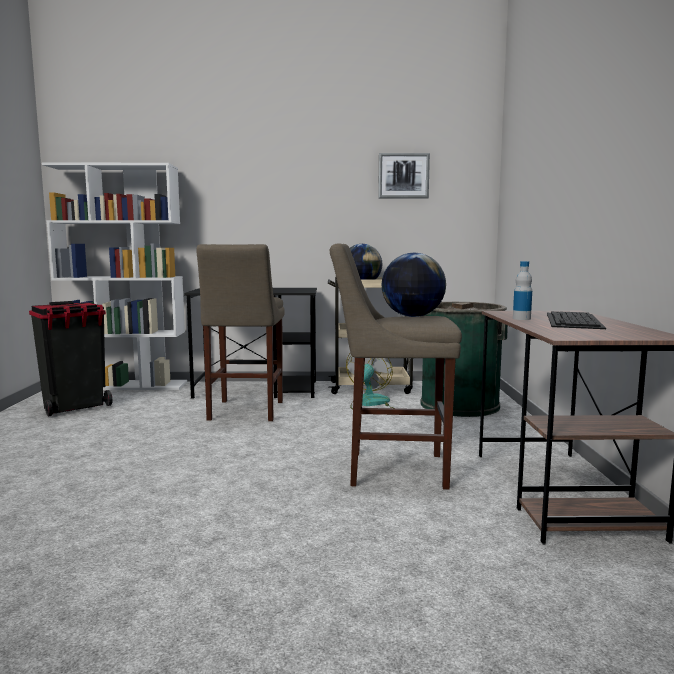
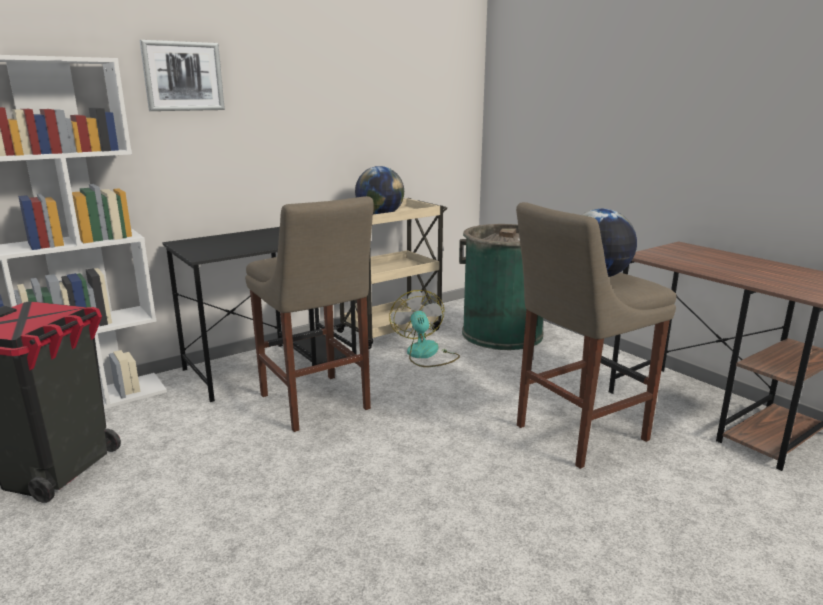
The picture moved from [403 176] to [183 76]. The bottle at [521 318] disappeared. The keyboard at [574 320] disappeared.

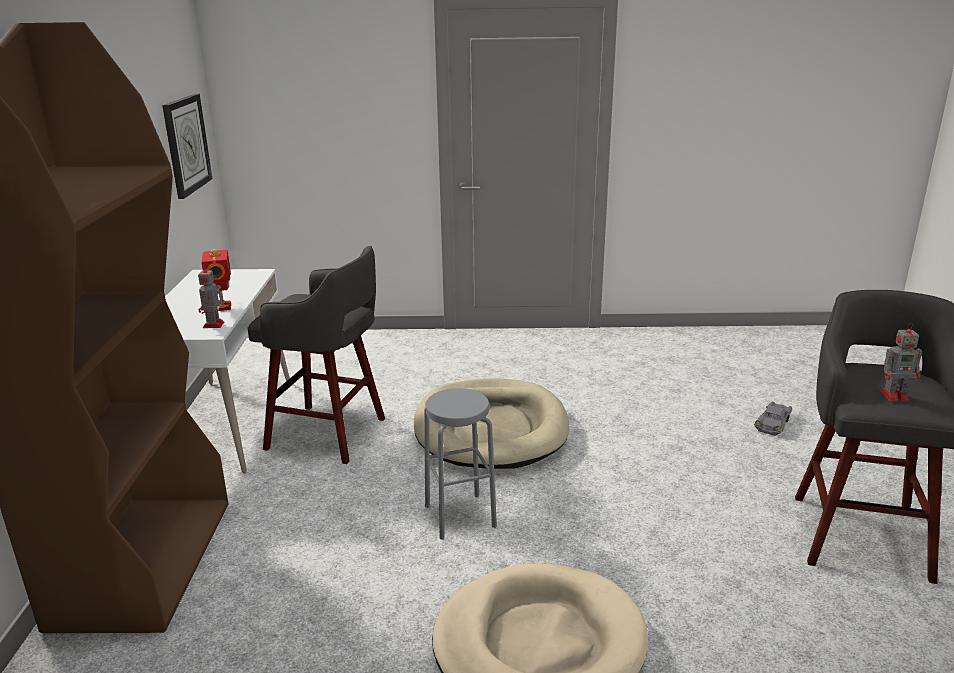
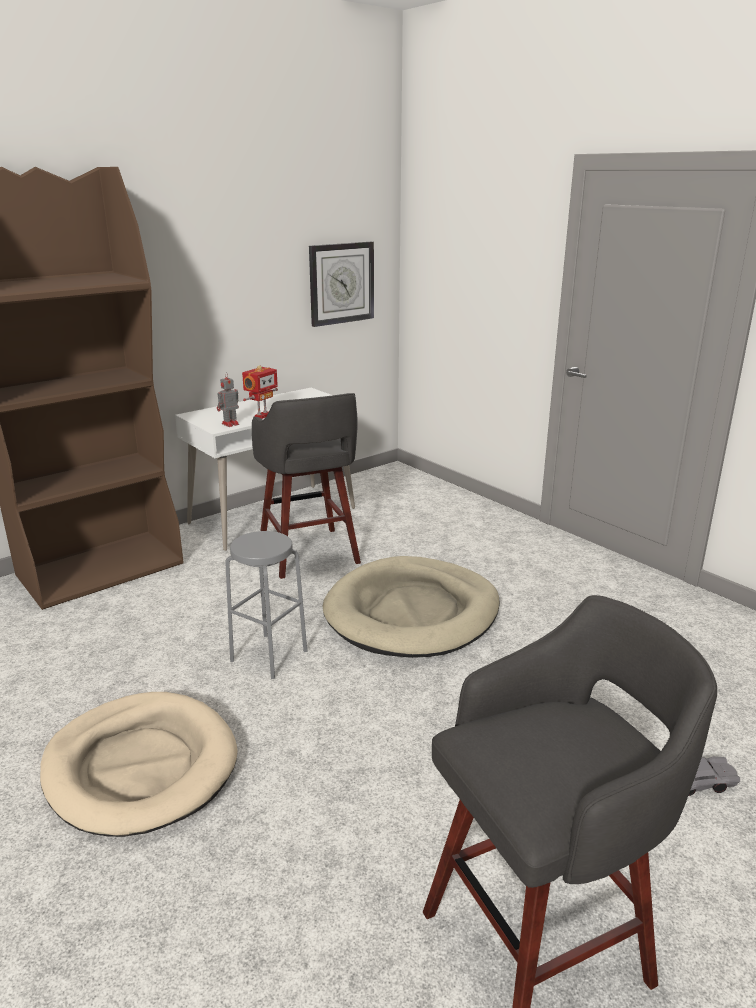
The toy robot at [895 396] disappeared.

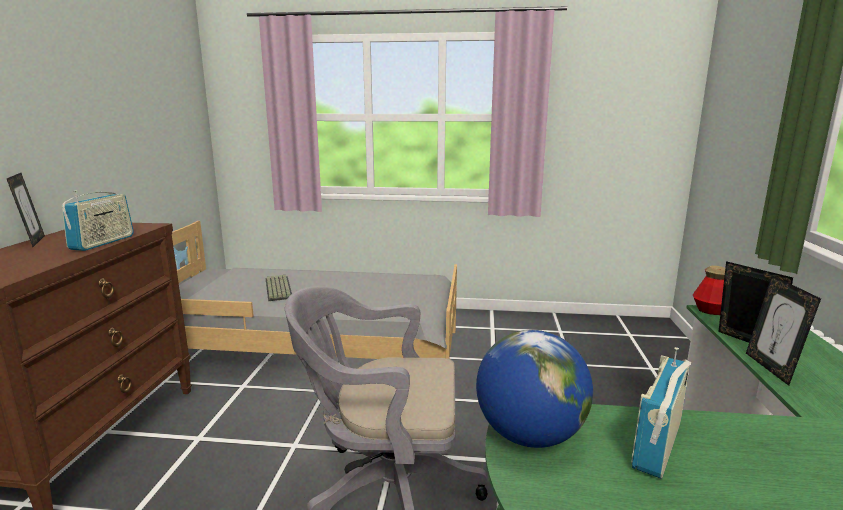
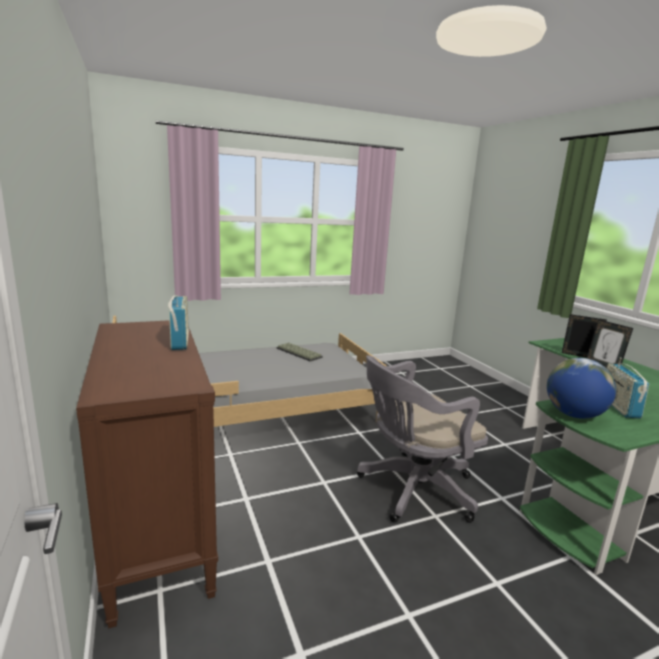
The picture frame at [34 241] disappeared. The keyboard moved from [277 288] to [298 353]. The bottle at [710 311] disappeared.

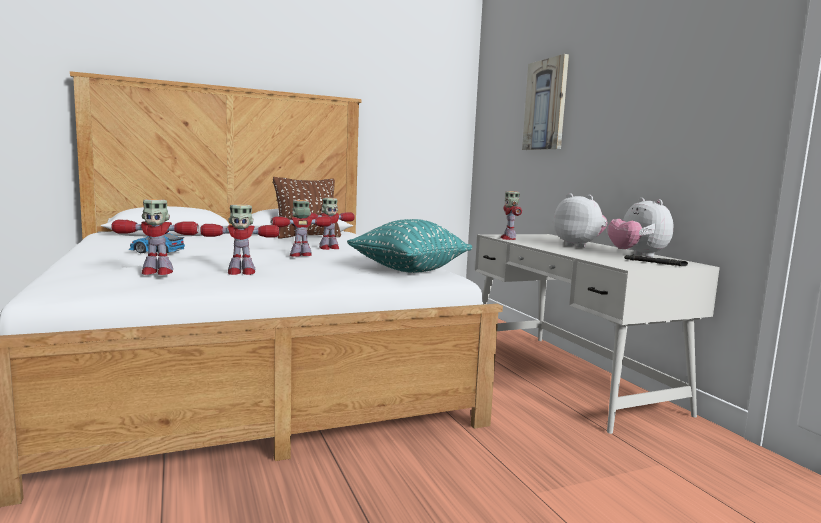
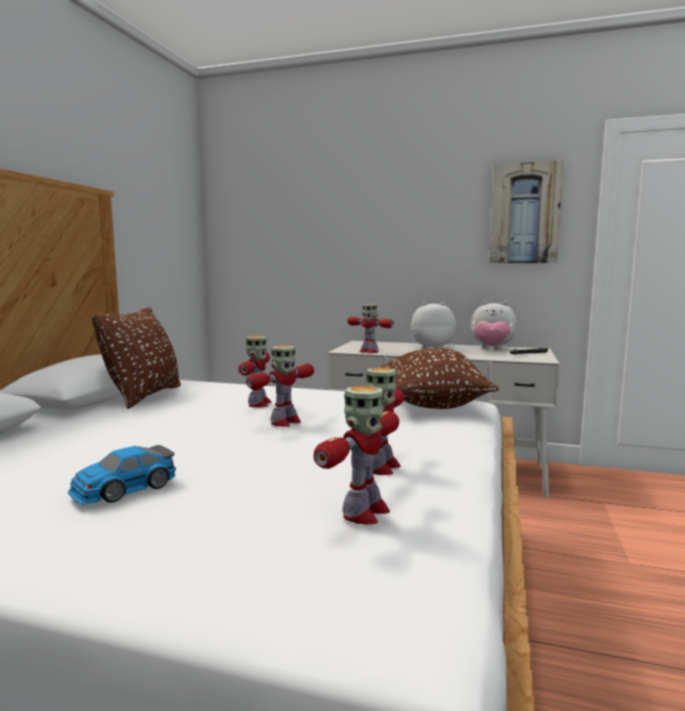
The toy robot at [301 255] turned 150 degrees counterclockwise. The pillow (turquoise) at [408 270] became the pillow (brown) at [431 406]. The picture moved from [546 105] to [524 214].

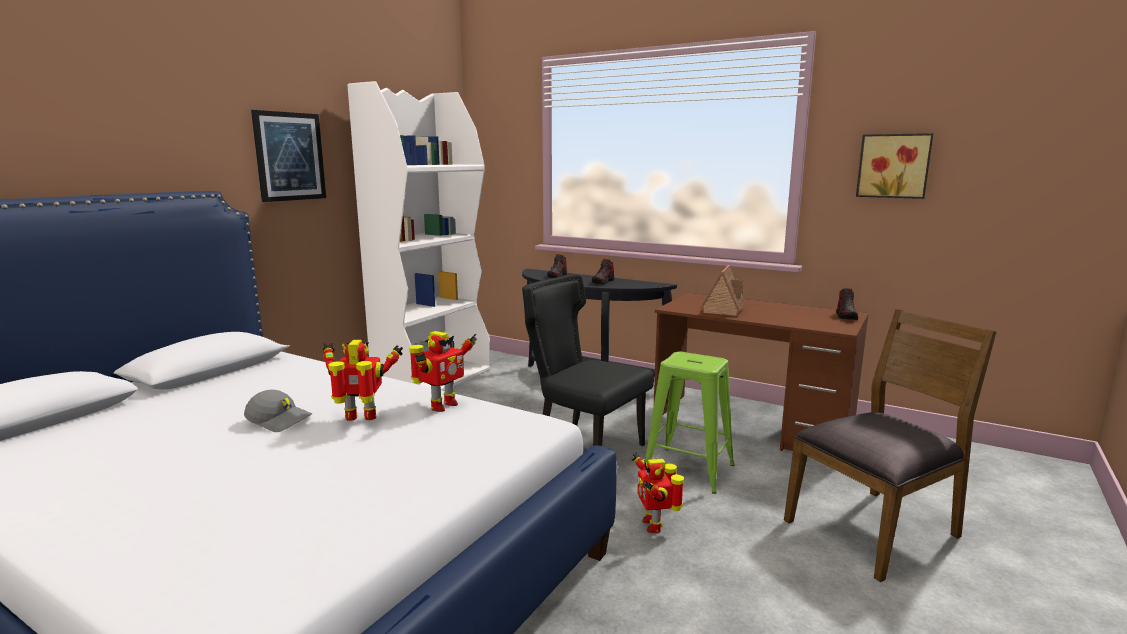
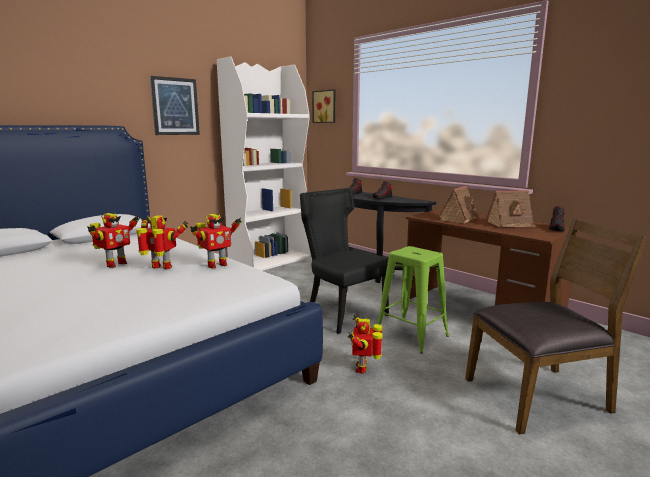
The cap (grey) at [280 420] was replaced by the toy robot at [115 264]. The picture moved from [893 166] to [325 106]. The toy house at [511 224] appeared.

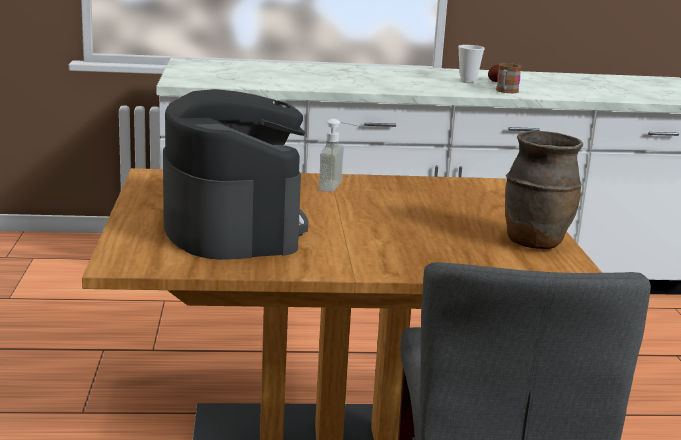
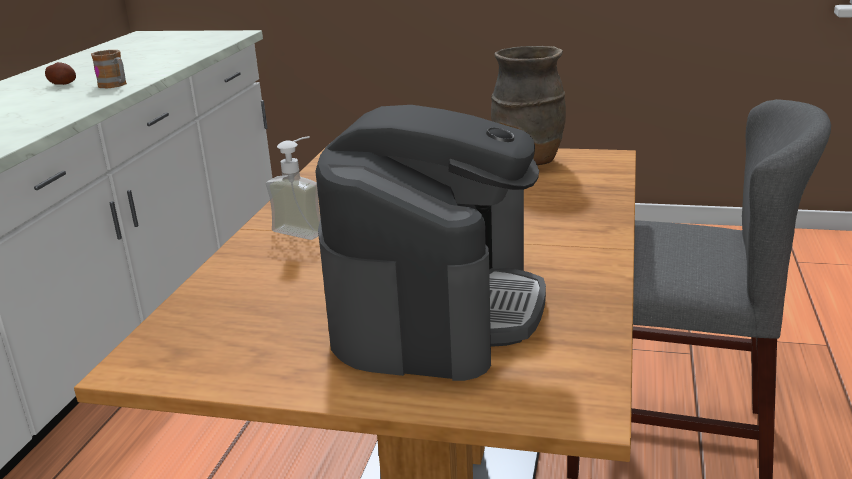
The coffee machine at [232 227] turned 105 degrees clockwise. The cup at [468 81] disappeared.

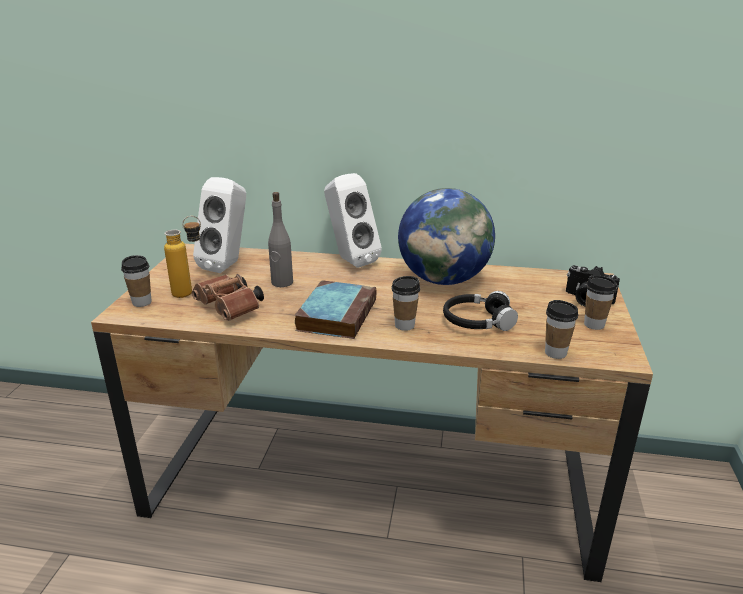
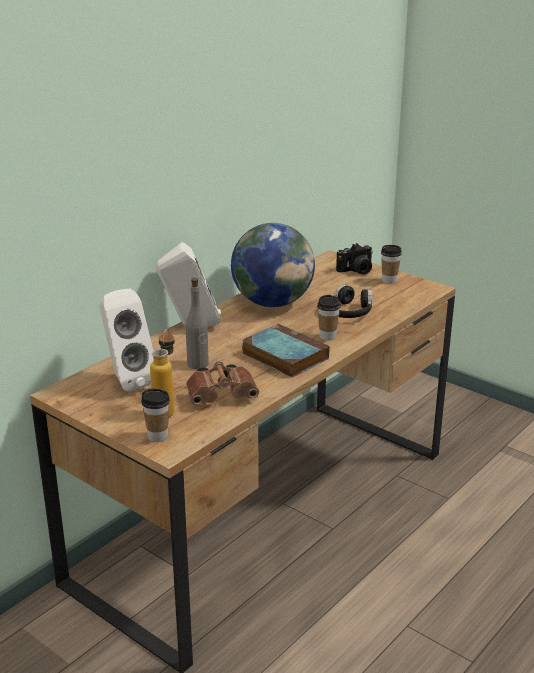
The cup at [555 353] disappeared.

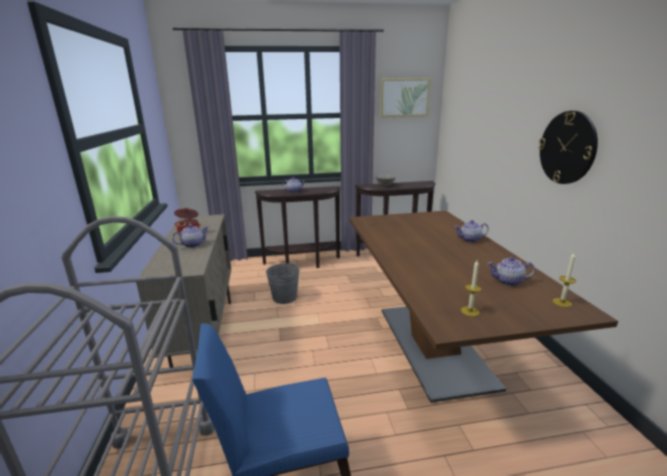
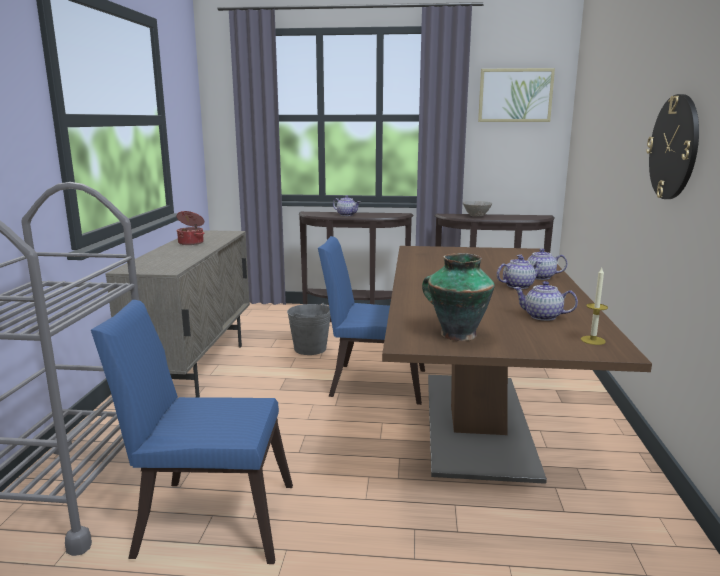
The teapot moved from [193 244] to [518 286]. The candle at [470 311] was replaced by the vase at [456 334]. The chair (blue) at [371 382] appeared.

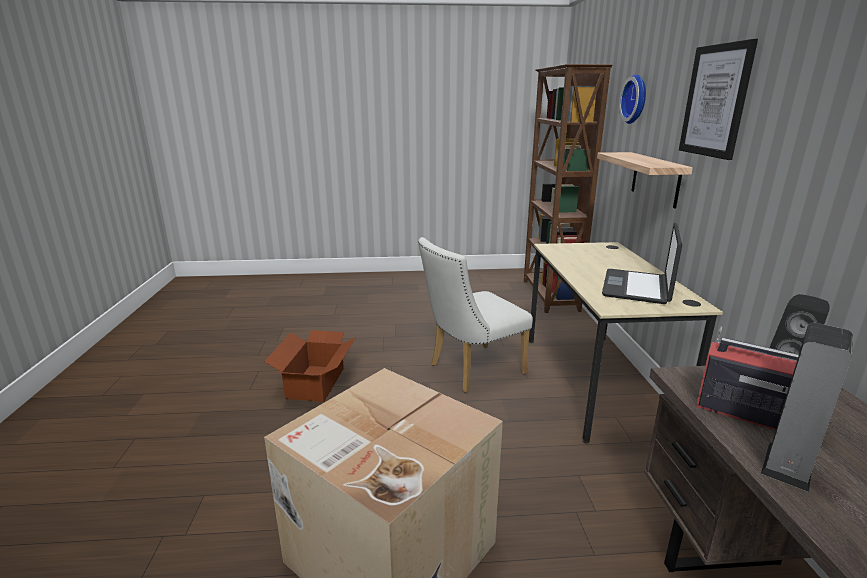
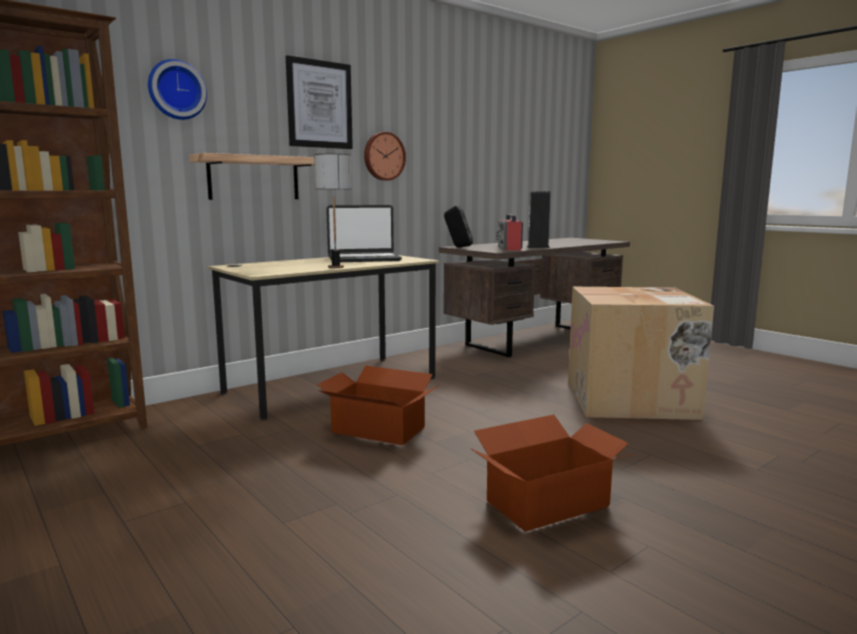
The chair (white) at [470 370] was replaced by the cardboard box at [378 430]. The table lamp at [335 267] appeared. The wall clock at [383 156] appeared.

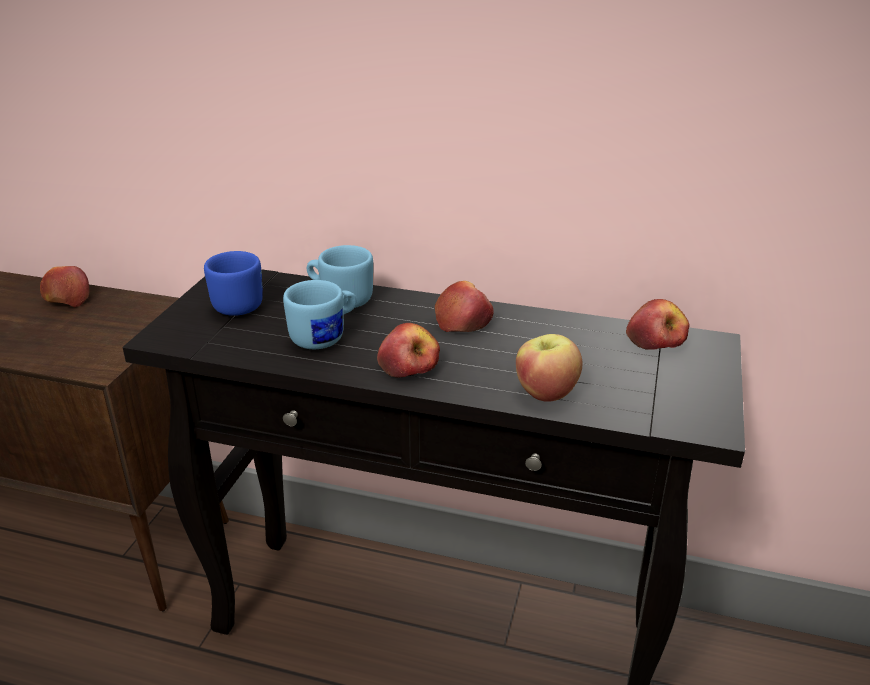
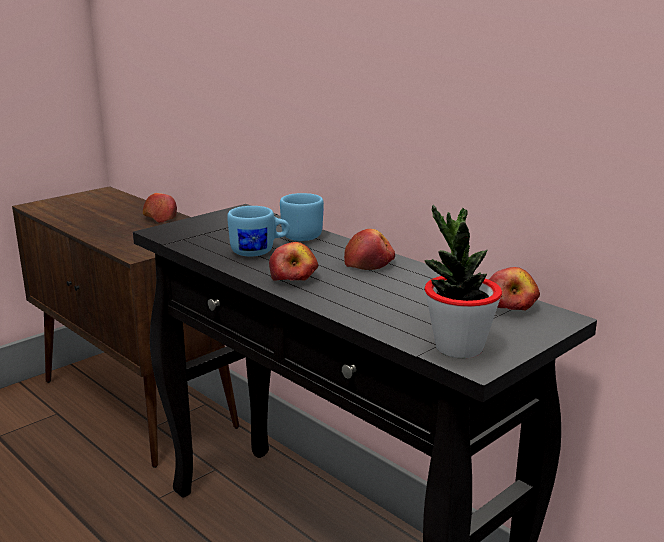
The mug (blue) at [234 303] disappeared. The apple at [545 392] disappeared. The potted plant at [458 348] appeared.

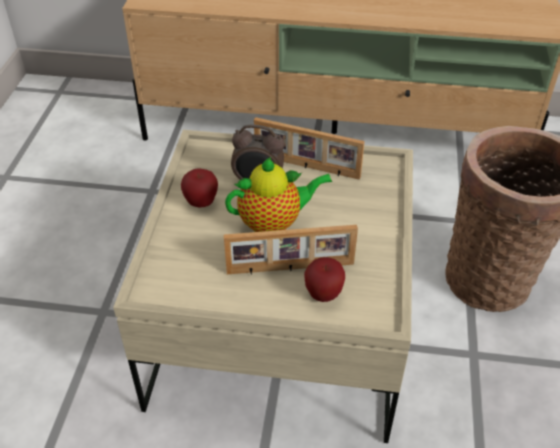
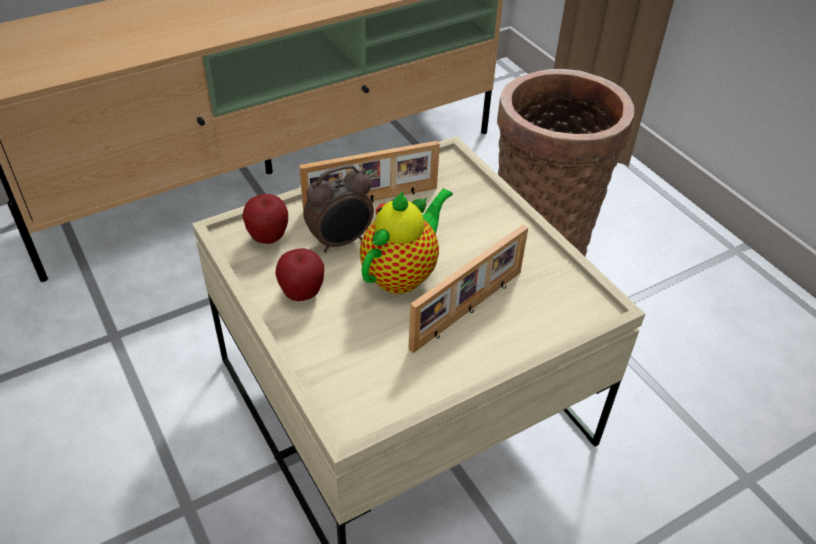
The apple moved from [323 295] to [268 238].

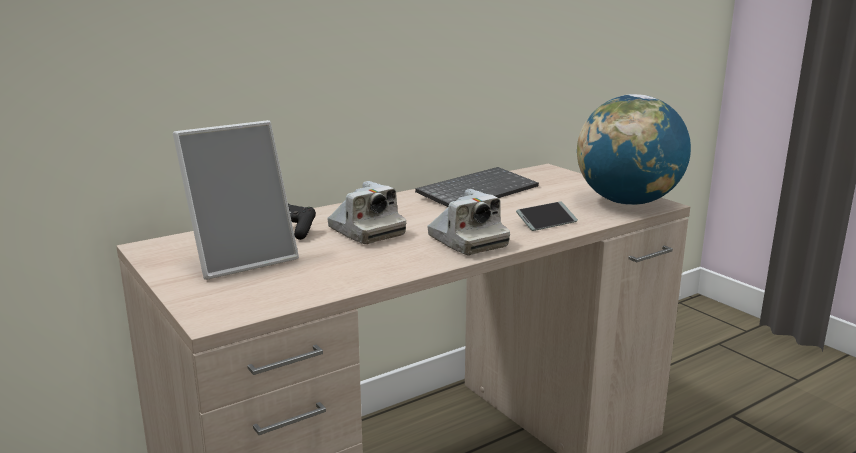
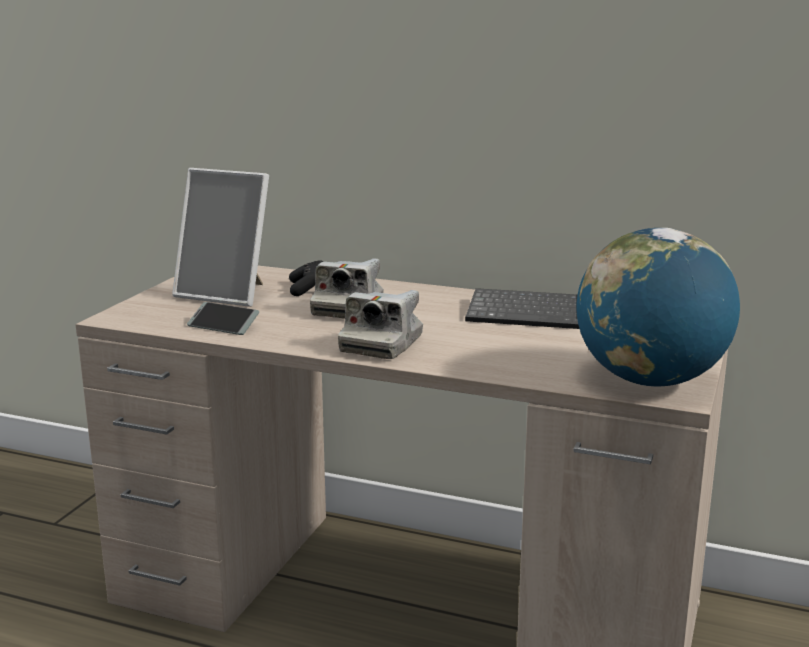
The phone moved from [546 222] to [223 326].

